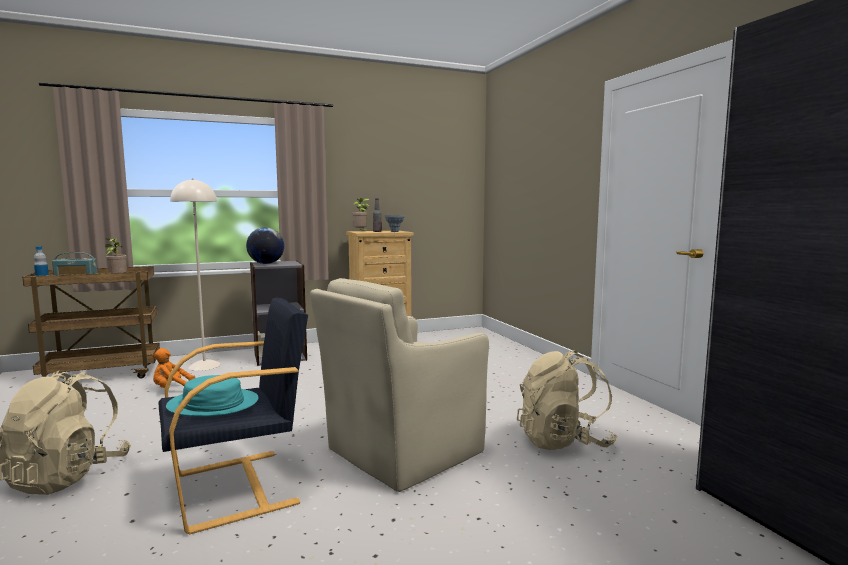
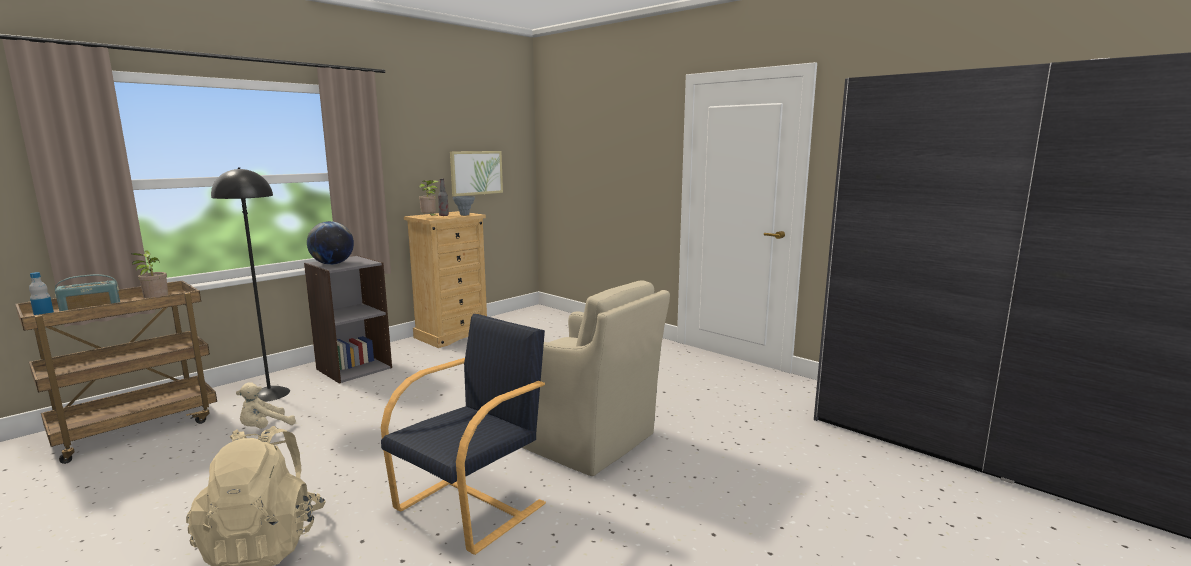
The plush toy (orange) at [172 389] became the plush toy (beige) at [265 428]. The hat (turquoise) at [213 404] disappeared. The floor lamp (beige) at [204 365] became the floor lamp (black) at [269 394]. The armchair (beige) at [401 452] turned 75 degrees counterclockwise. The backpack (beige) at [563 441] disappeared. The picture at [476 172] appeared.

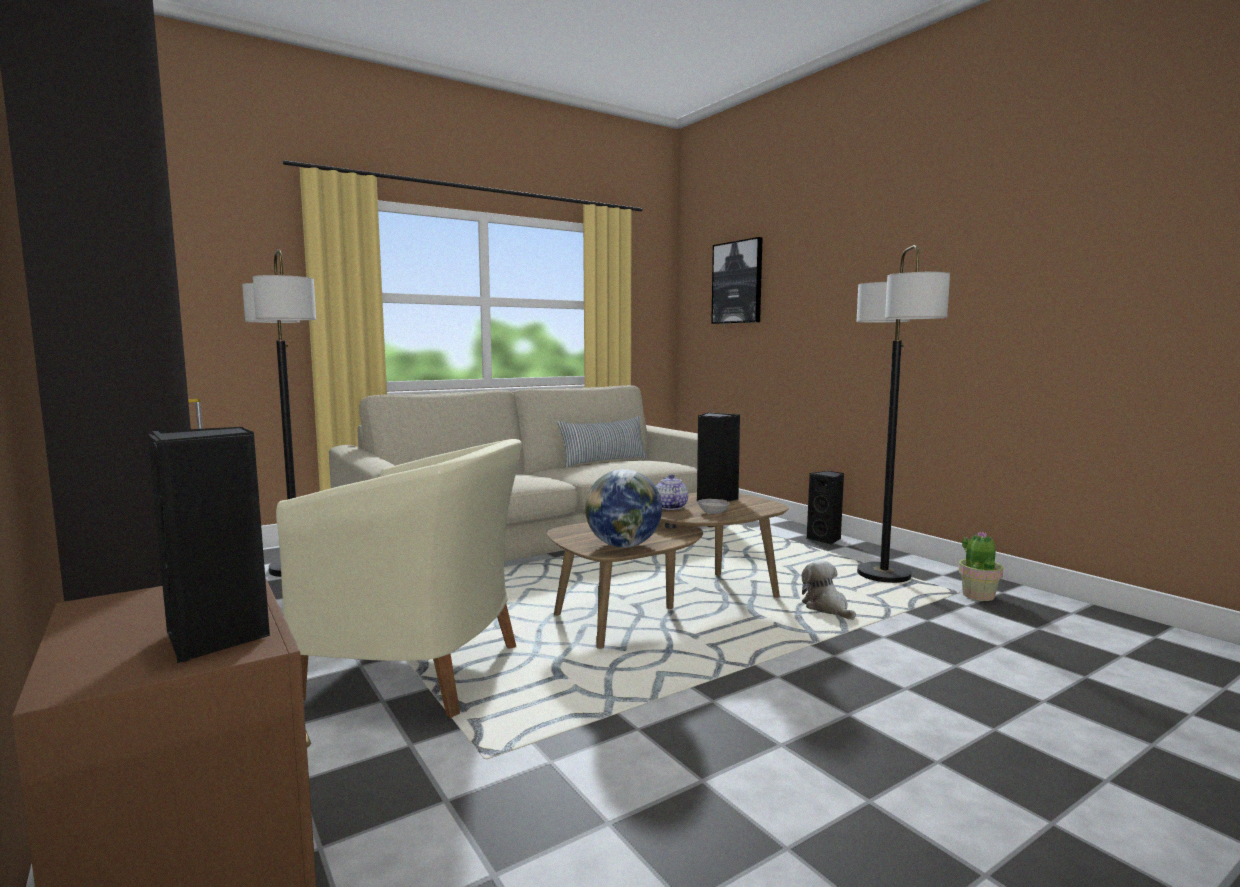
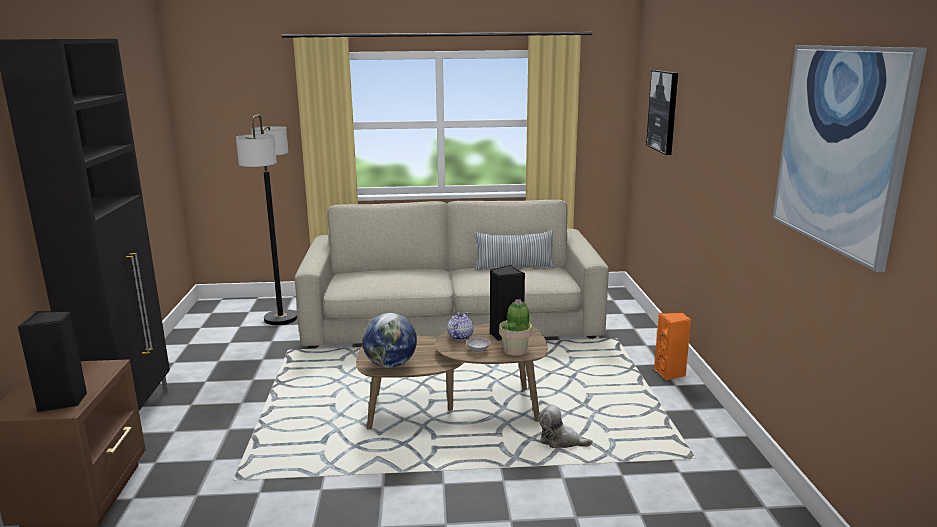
The armchair (beige) at [421 671] disappeared. The plush toy at [827 608] turned 75 degrees counterclockwise. The speaker (black) at [825 539] became the speaker (orange) at [670 373]. The floor lamp at [883 575] disappeared. The potted plant moved from [978 595] to [515 350]. The picture at [840 148] appeared.

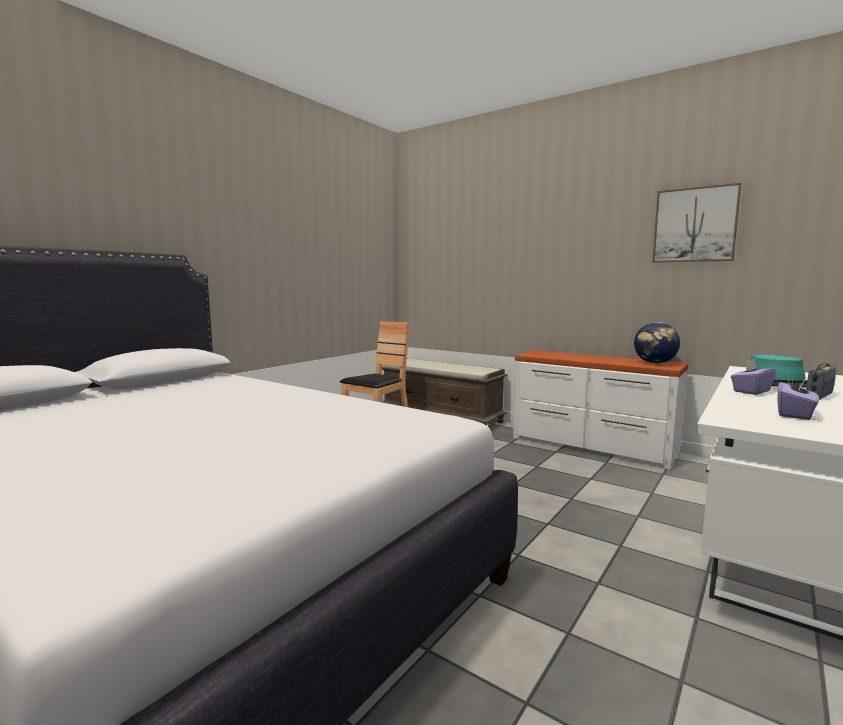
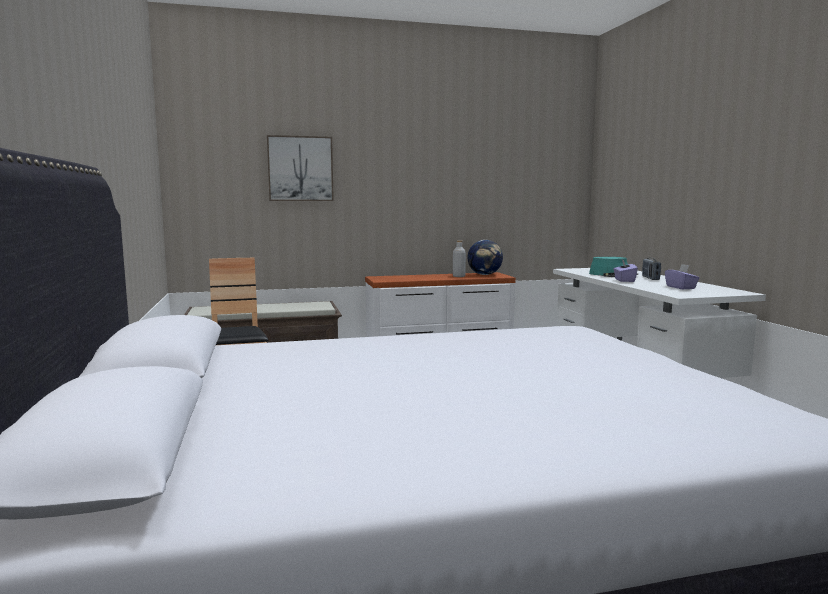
The picture moved from [695 225] to [300 168]. The bottle (grey) at [459 276] appeared.

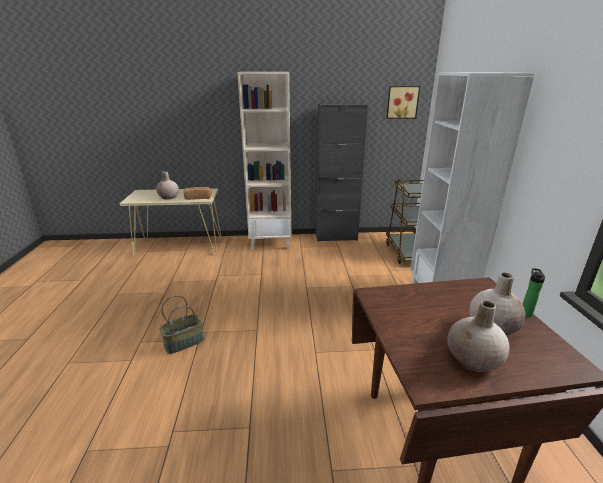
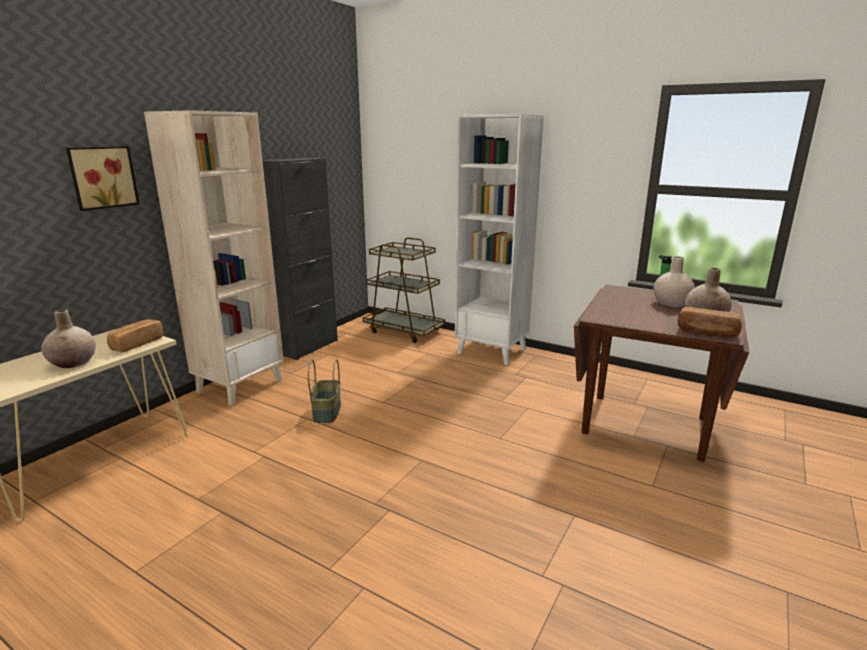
The basket moved from [184 342] to [326 412]. The picture moved from [402 102] to [102 177]. The bread at [707 333] appeared.

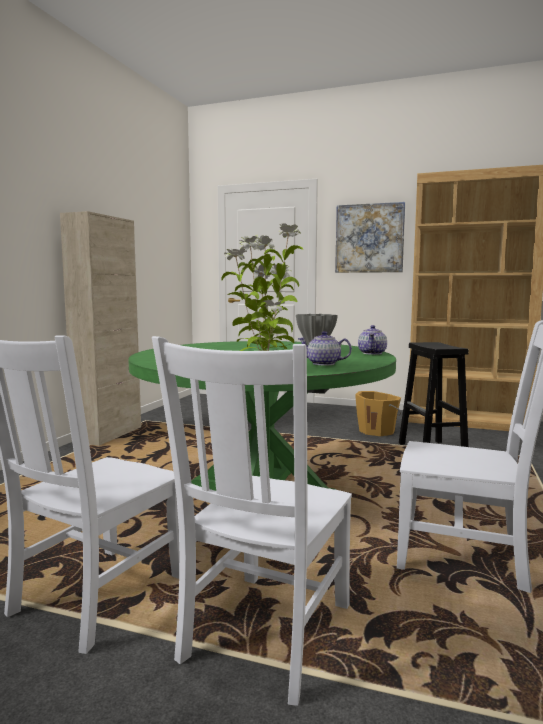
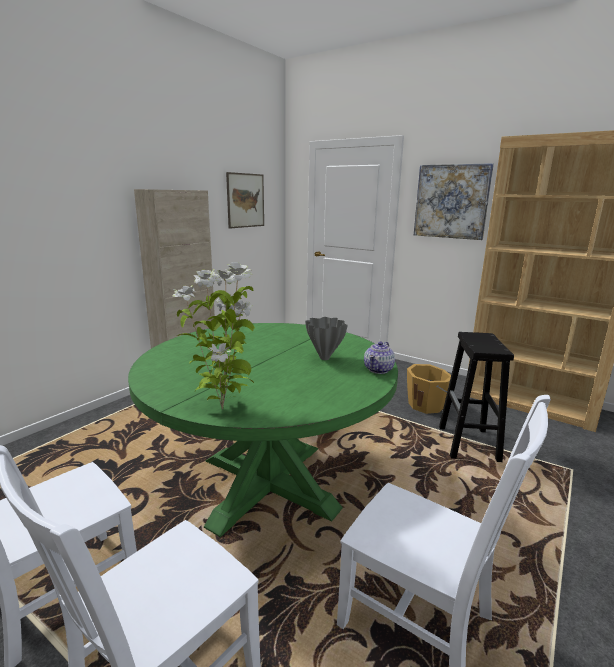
The teapot at [324 364] disappeared. The picture at [245 200] appeared.

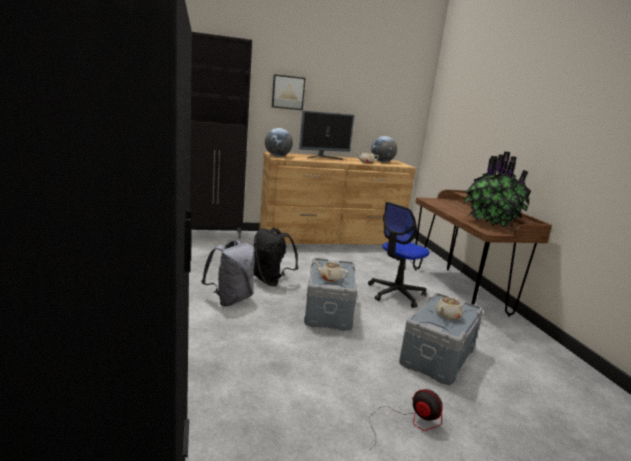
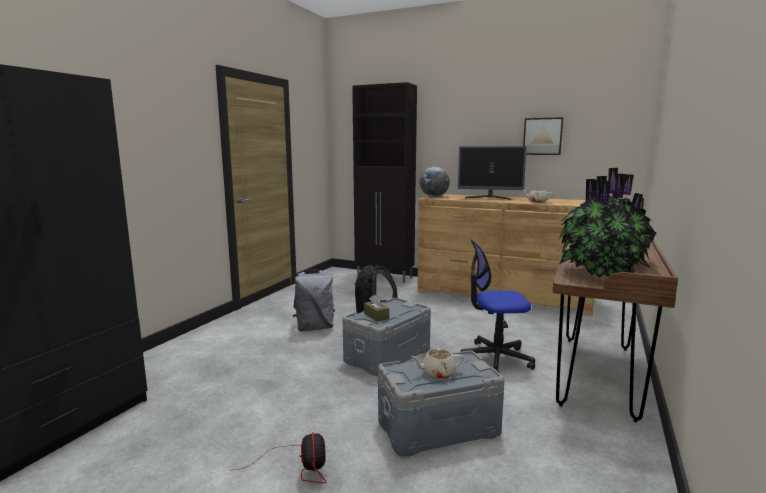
The picture moved from [288 92] to [542 136]. The teapot (beige) at [330 278] was replaced by the tissue box (brown) at [376 316]. The globe at [382 162] disappeared.

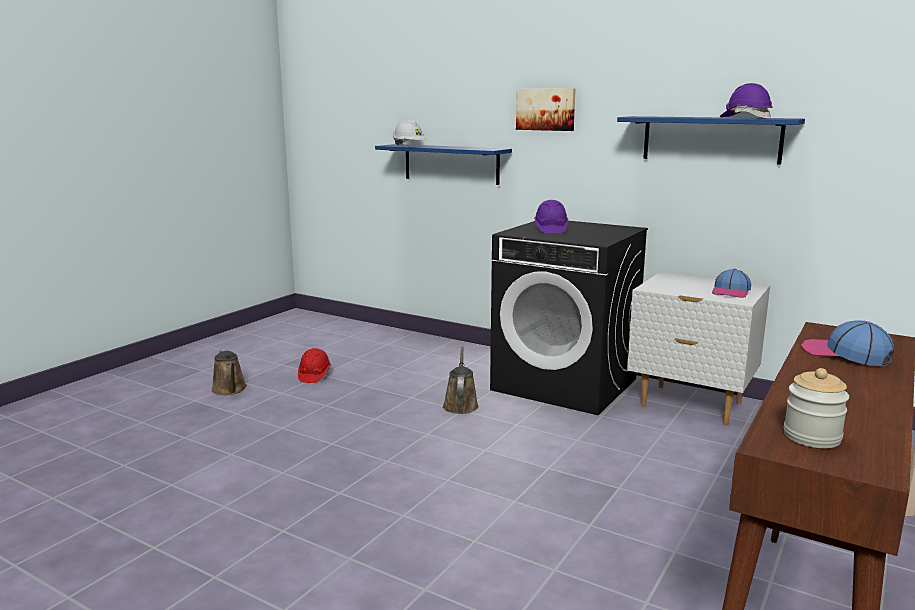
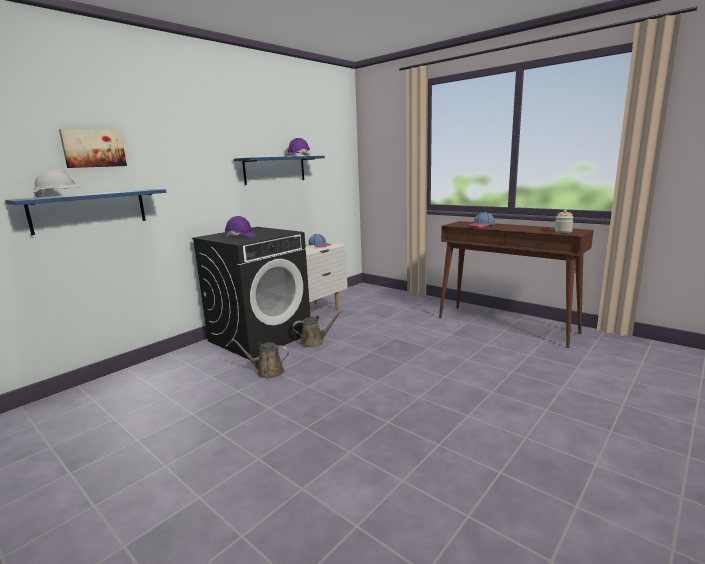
The watering can (brown) moved from [230 390] to [314 342]. The hard hat (red) at [314 375] disappeared. The picture moved from [546 109] to [93 148].

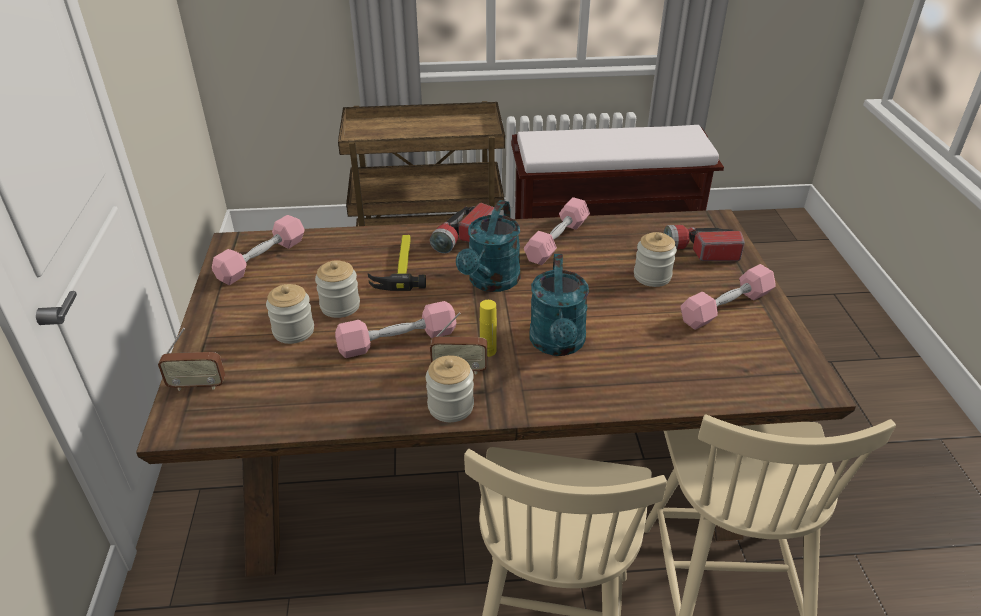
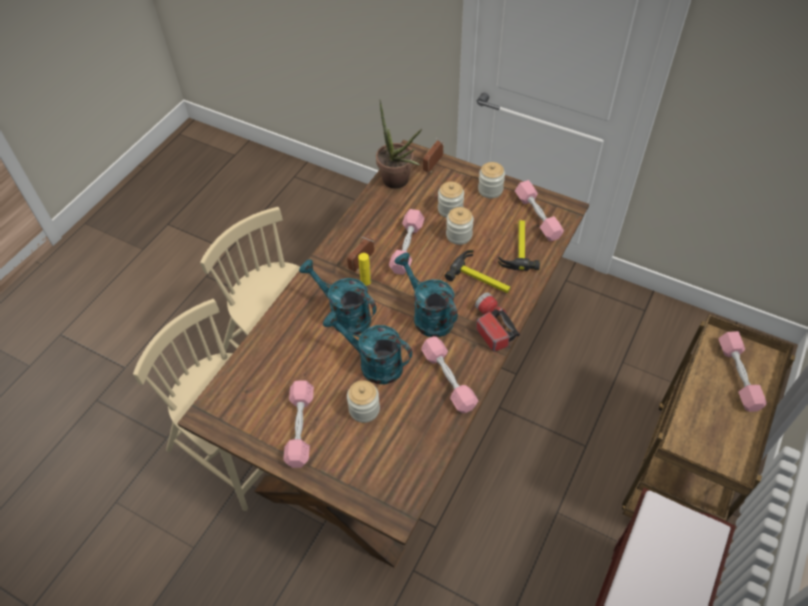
The jar moved from [450 406] to [490 190]. The flashlight at [701 251] disappeared. The watering can (turquoise) at [373 363] appeared. The potted plant at [399 183] appeared. The hammer at [518 247] appeared. The dumbbell (pink) at [738 376] appeared.

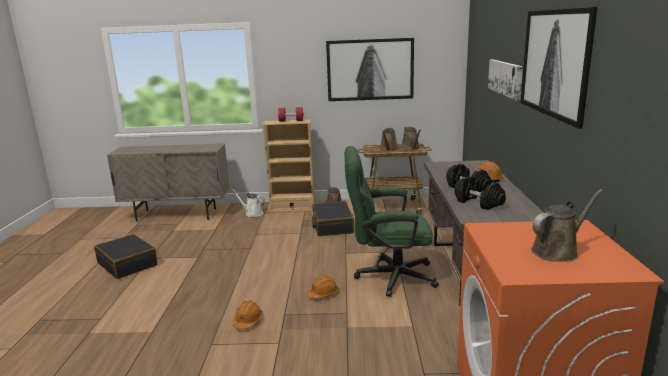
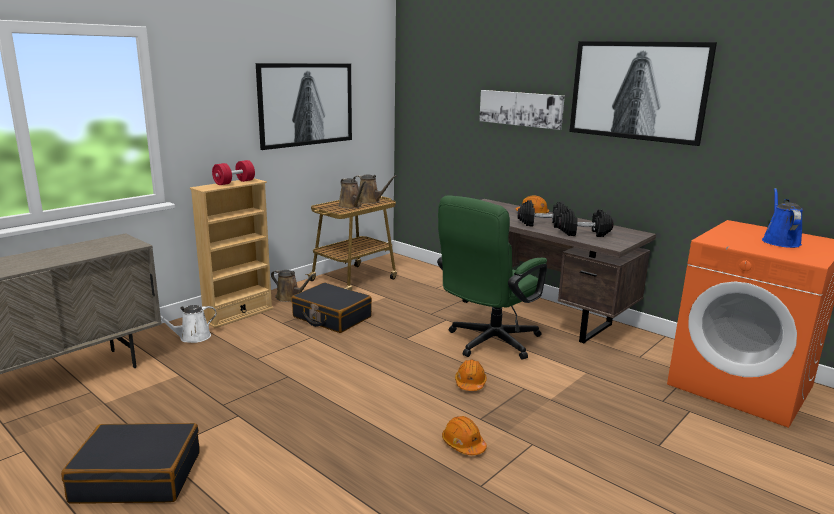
The watering can (brown) at [557 251] became the watering can (blue) at [779 241].

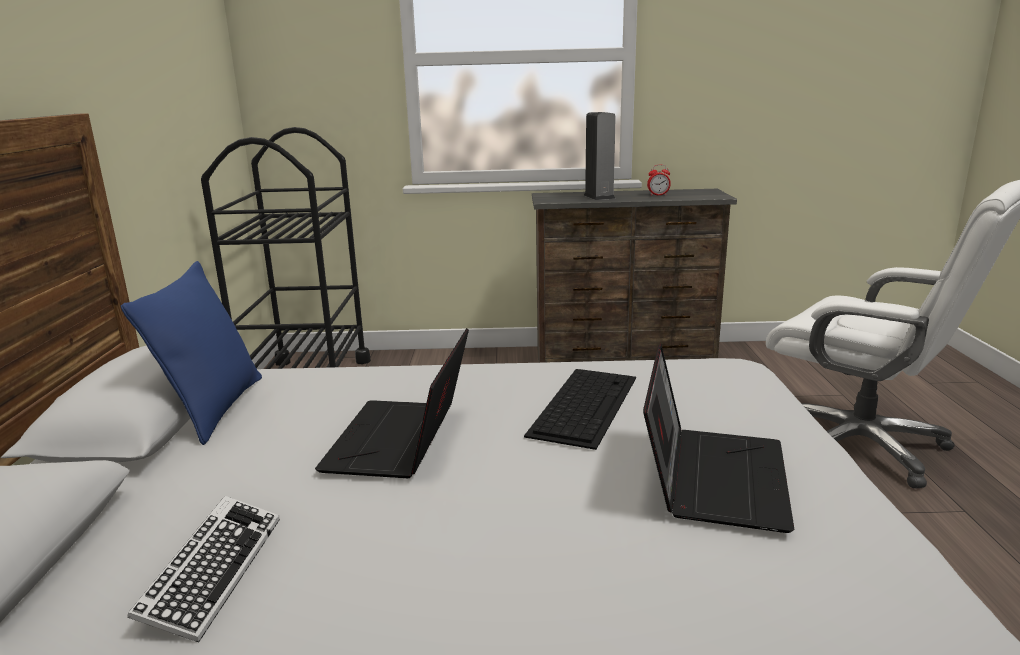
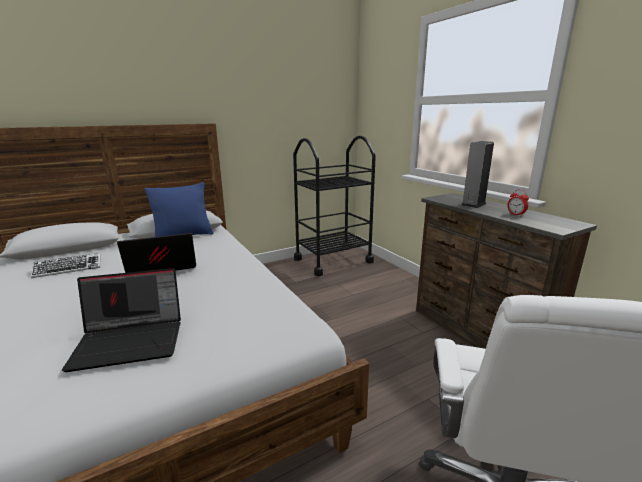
The keyboard at [584 404] disappeared.

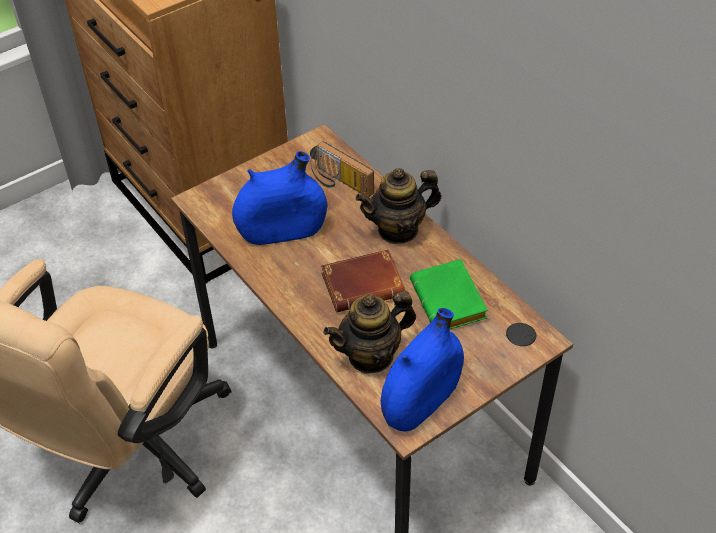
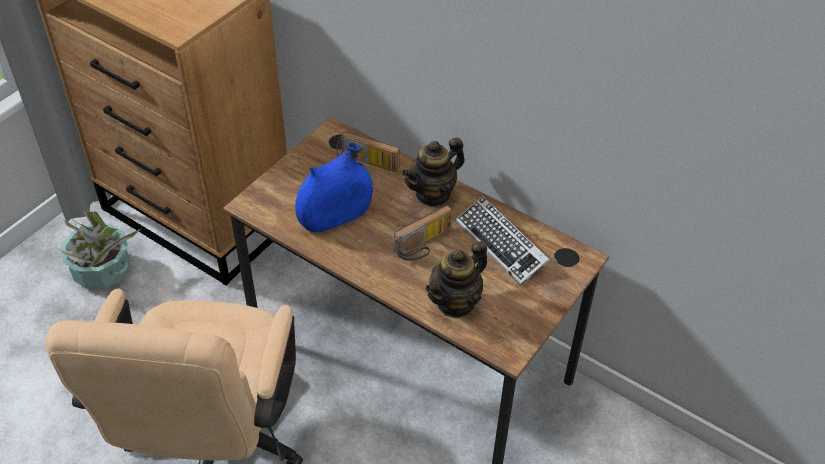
The book (brown) at [364 284] was replaced by the radio at [424 245]. The vase (blue) at [421 400] disappeared. The book (green) at [451 302] was replaced by the keyboard at [501 244]. The potted plant at [102 270] appeared.

